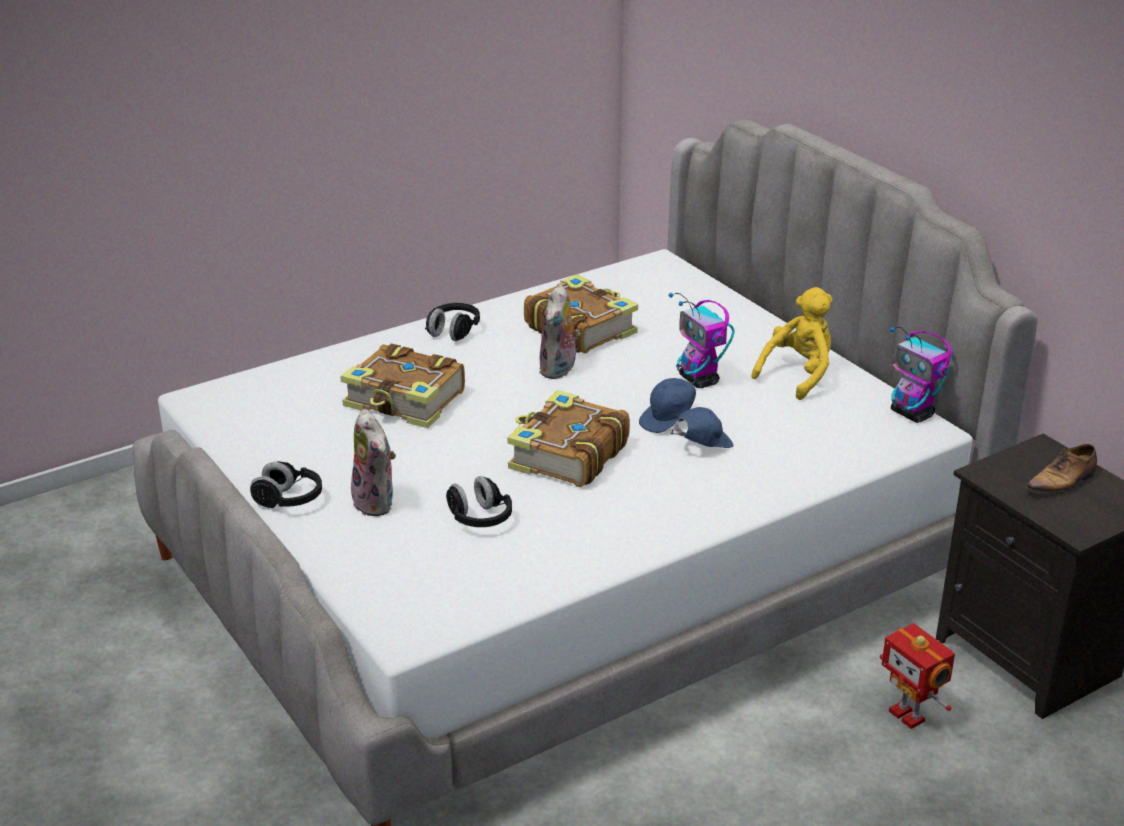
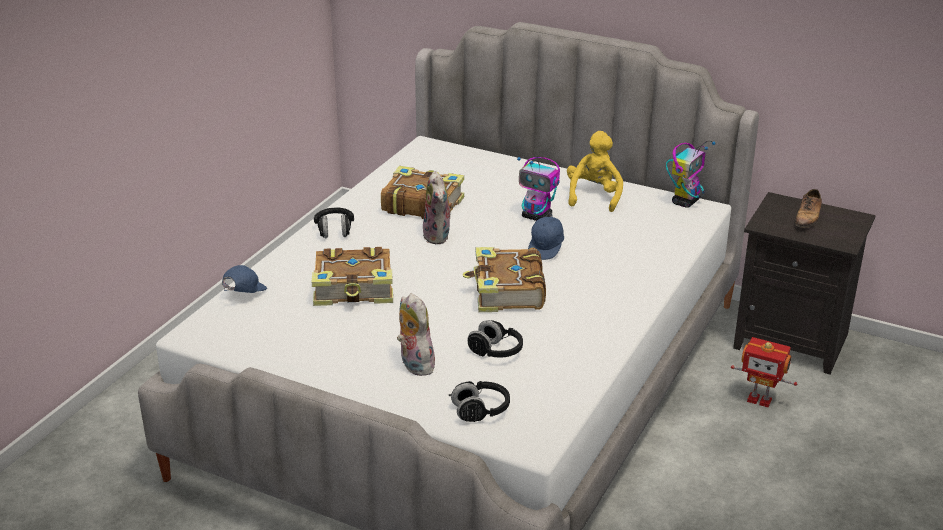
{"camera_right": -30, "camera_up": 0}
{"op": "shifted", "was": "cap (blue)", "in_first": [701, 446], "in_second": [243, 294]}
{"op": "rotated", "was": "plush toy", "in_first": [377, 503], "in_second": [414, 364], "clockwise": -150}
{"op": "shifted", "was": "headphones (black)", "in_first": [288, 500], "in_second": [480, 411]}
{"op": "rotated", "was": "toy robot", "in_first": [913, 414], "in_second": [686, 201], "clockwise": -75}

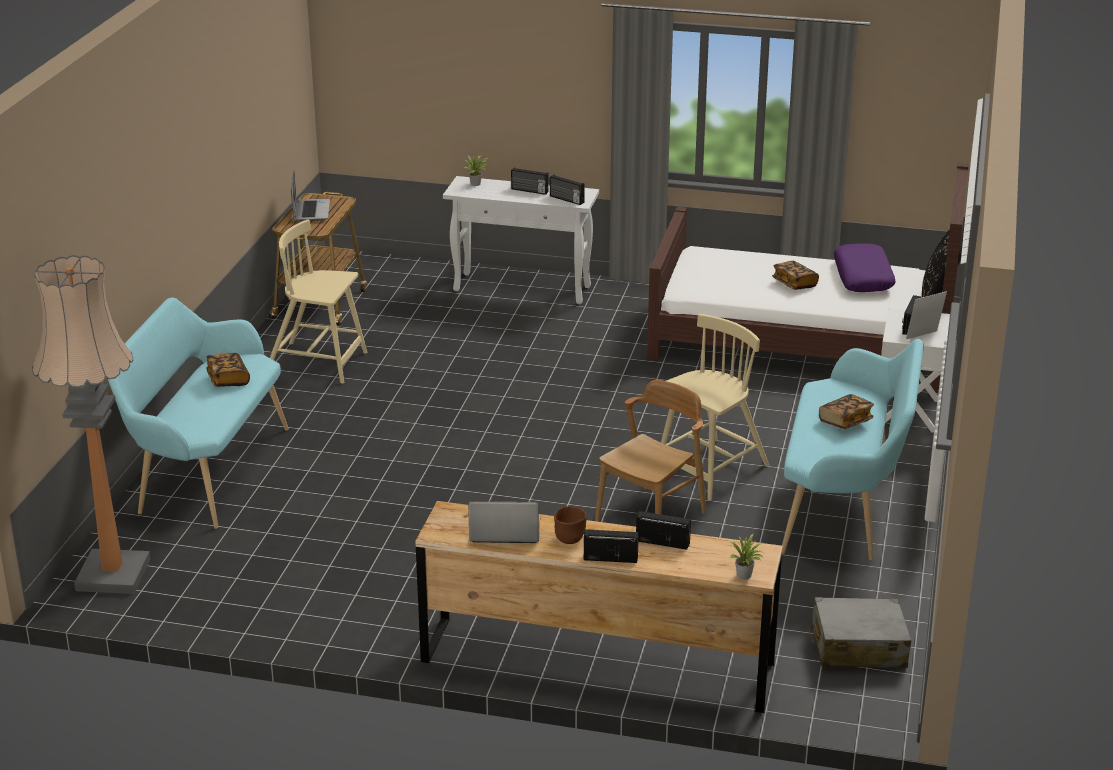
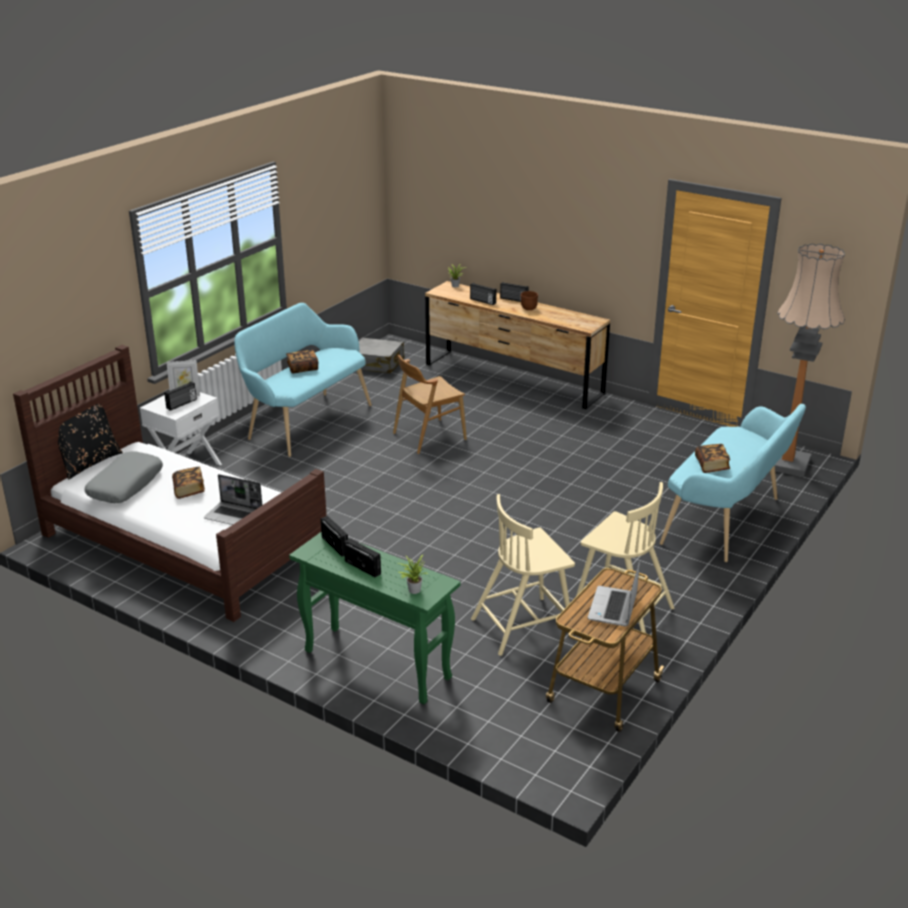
{"camera_right": -160, "camera_up": 0}
{"op": "repainted", "was": "pillow (purple)", "now": "pillow (grey)", "in_first": [863, 277], "in_second": [125, 485]}
{"op": "shifted", "was": "laptop", "in_first": [504, 531], "in_second": [234, 515]}
{"op": "repainted", "was": "console table (white)", "now": "console table (green)", "in_first": [523, 288], "in_second": [375, 664]}
{"op": "shifted", "was": "chair (beige)", "in_first": [710, 470], "in_second": [524, 625]}

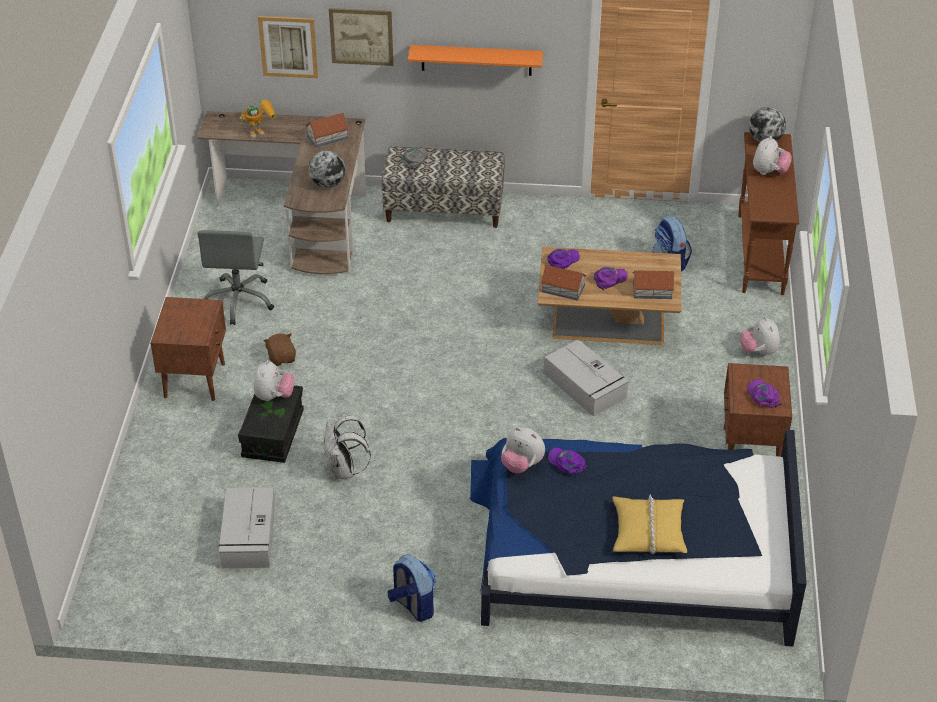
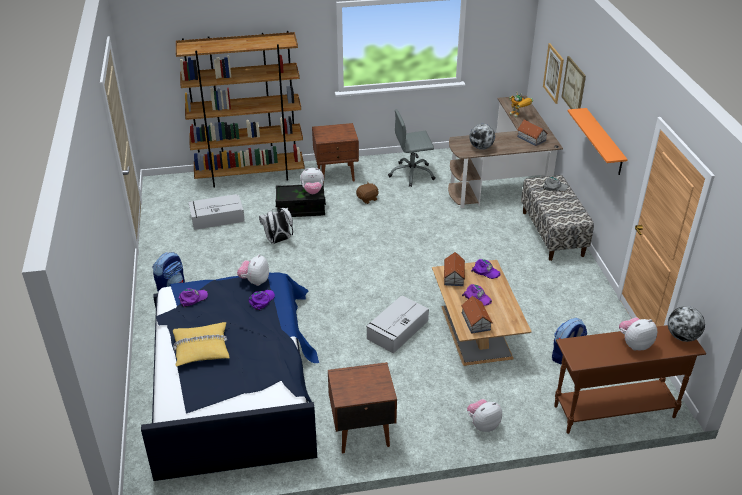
{"camera_right": 75, "camera_up": -5}
{"op": "new", "now": "bookcase (brown)", "in_second": [250, 175]}
{"op": "shifted", "was": "cap (purple)", "in_first": [763, 395], "in_second": [193, 298]}
{"op": "rotated", "was": "plush toy", "in_first": [769, 172], "in_second": [634, 344], "clockwise": 150}

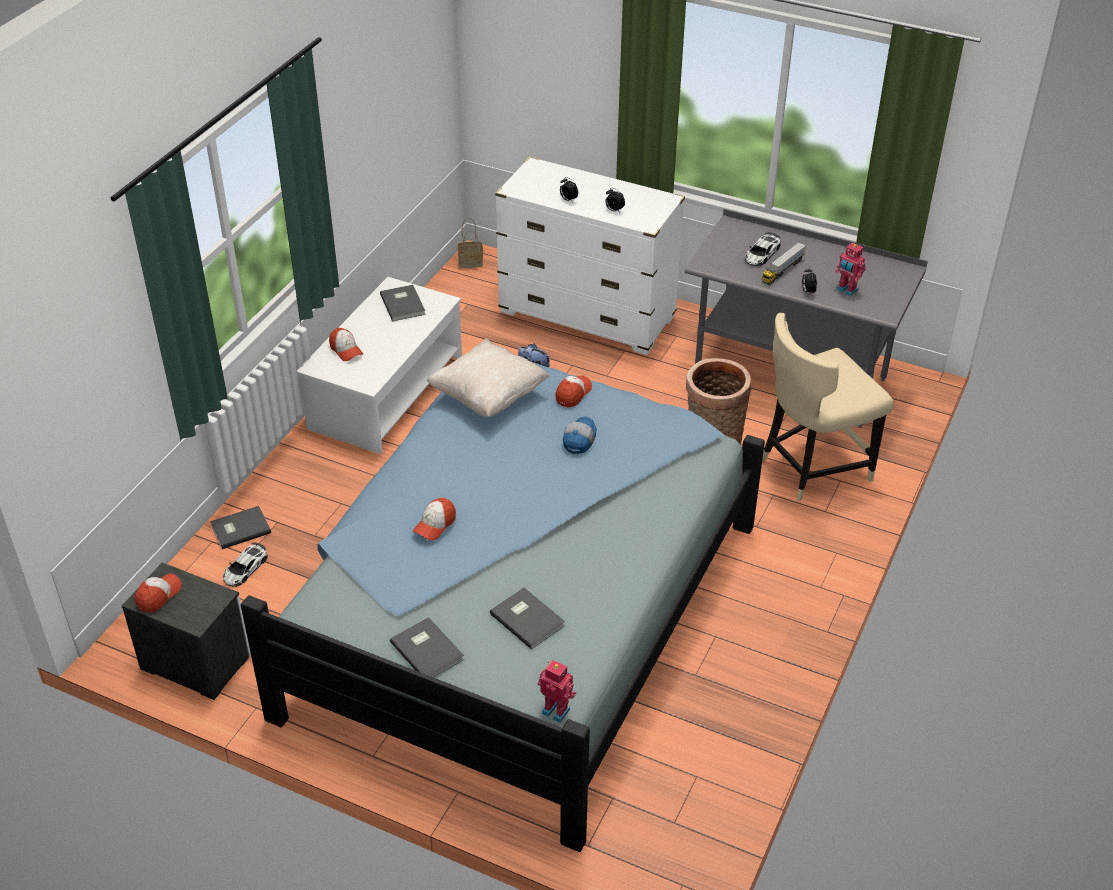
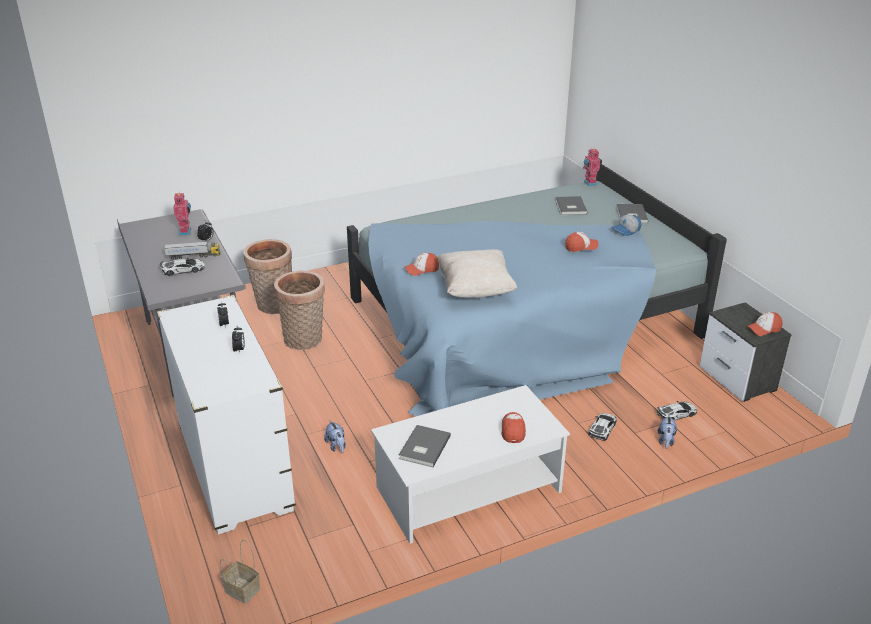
{"camera_right": -140, "camera_up": -10}
{"op": "swapped", "was": "chair (beige)", "now": "basket", "in_first": [811, 467], "in_second": [273, 306]}
{"op": "new", "now": "toy car", "in_second": [602, 429]}
{"op": "shifted", "was": "cap", "in_first": [578, 439], "in_second": [626, 231]}
{"op": "swapped", "was": "book (grey)", "now": "plush toy", "in_first": [239, 528], "in_second": [665, 441]}

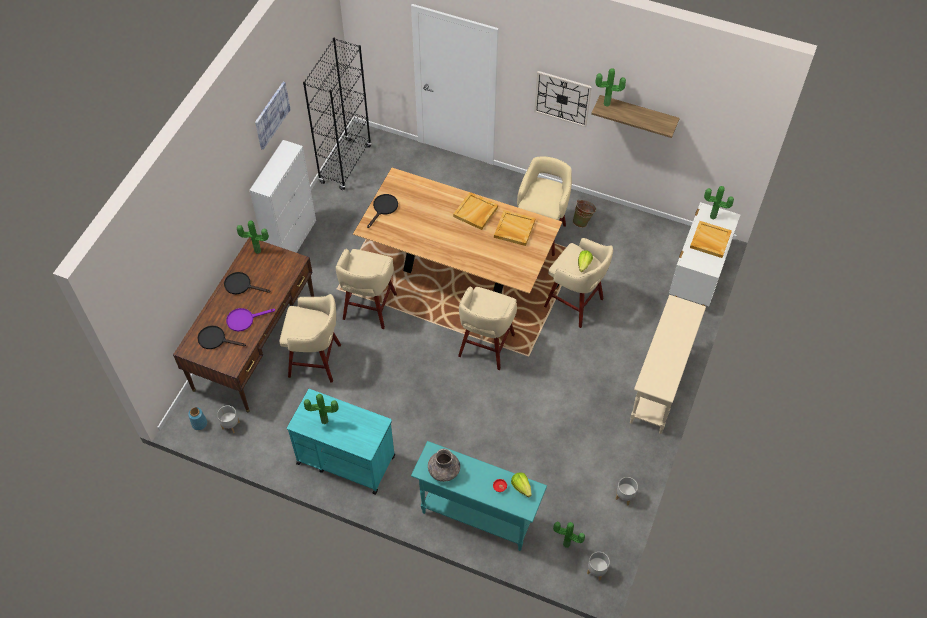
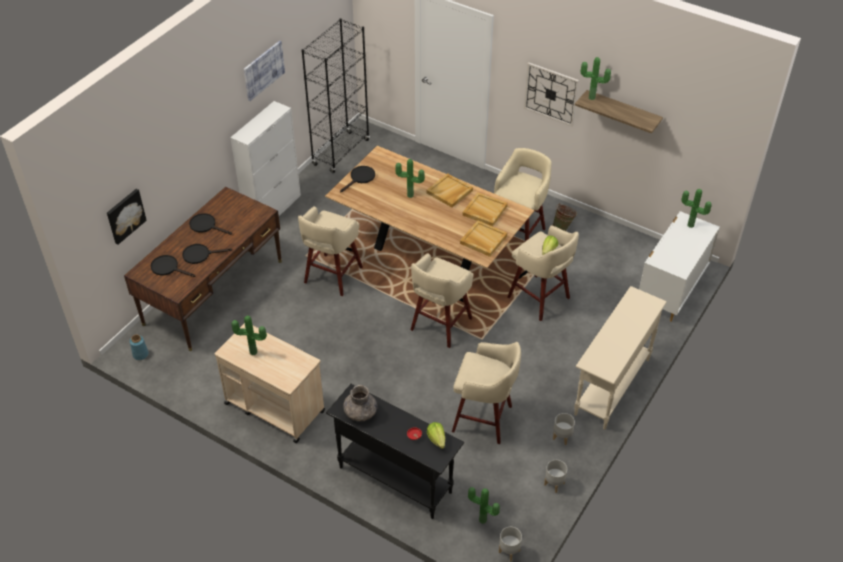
{"camera_right": 10, "camera_up": -10}
{"op": "new", "now": "picture", "in_second": [125, 215]}
{"op": "repainted", "was": "frying pan (purple)", "now": "frying pan (black)", "in_first": [244, 319], "in_second": [200, 254]}
{"op": "repainted", "was": "cart (turquoise)", "now": "cart (beige)", "in_first": [345, 459], "in_second": [274, 407]}
{"op": "repainted", "was": "console table (turquoise)", "now": "console table (black)", "in_first": [477, 516], "in_second": [395, 479]}
{"op": "shifted", "was": "potted plant", "in_first": [257, 252], "in_second": [410, 196]}
{"op": "shifted", "was": "stool (beige)", "in_first": [317, 361], "in_second": [484, 419]}
{"op": "shifted", "was": "tray (beige)", "in_first": [710, 240], "in_second": [483, 240]}
{"op": "shifted", "was": "planter (grey)", "in_first": [230, 425], "in_second": [561, 437]}

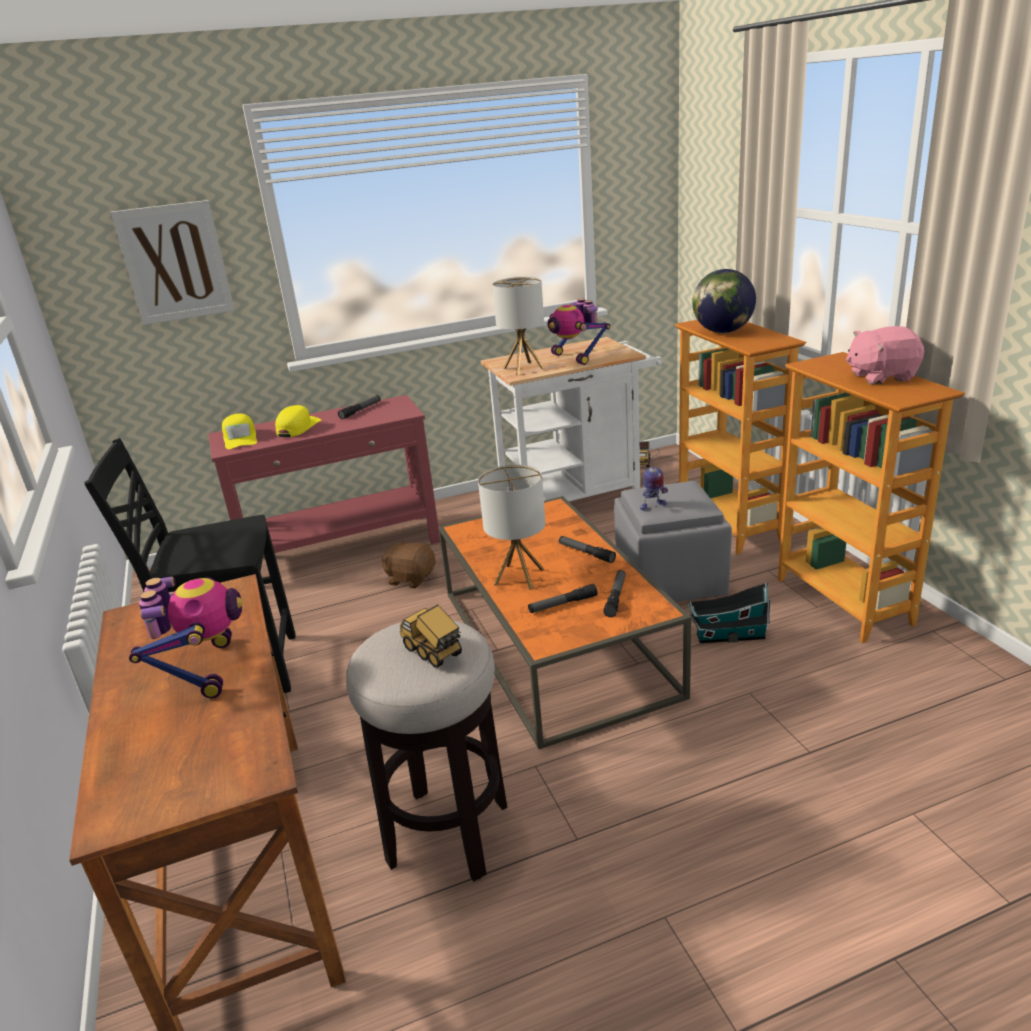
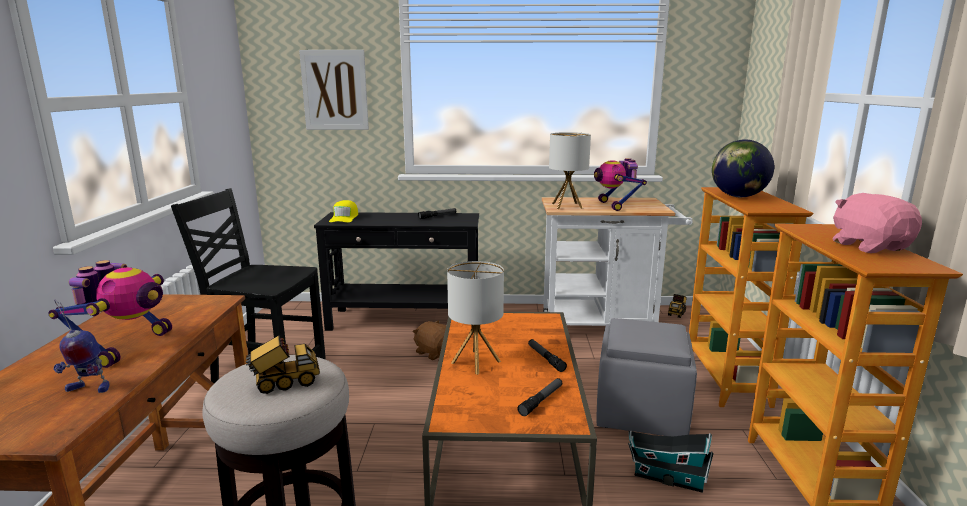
{"camera_right": 20, "camera_up": -10}
{"op": "shifted", "was": "toy robot", "in_first": [652, 506], "in_second": [87, 389]}
{"op": "rotated", "was": "toy truck", "in_first": [434, 652], "in_second": [285, 383], "clockwise": 90}
{"op": "repainted", "was": "console table (red)", "now": "console table (black)", "in_first": [343, 550], "in_second": [405, 321]}
{"op": "rotated", "was": "plush toy (pink)", "in_first": [881, 377], "in_second": [869, 246], "clockwise": 60}
{"op": "gone", "was": "cap (yellow)", "in_first": [298, 428]}
{"op": "gone", "was": "flashlight", "in_first": [563, 604]}

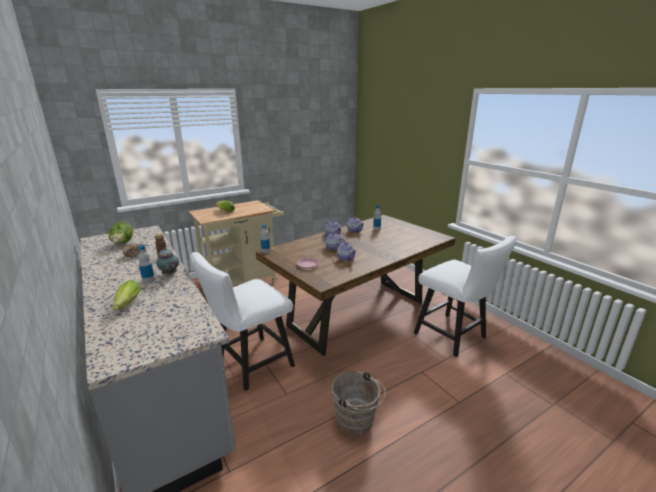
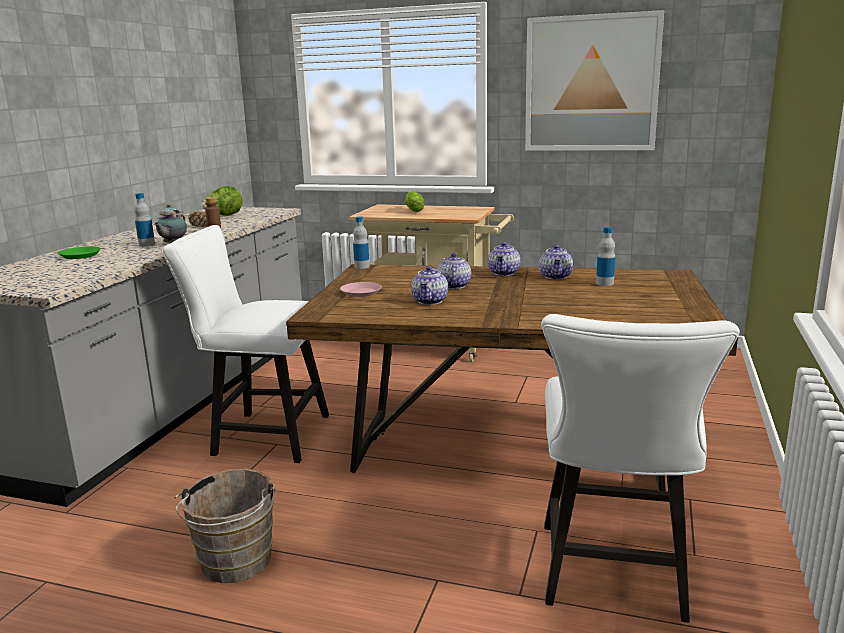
{"camera_right": 50, "camera_up": -5}
{"op": "swapped", "was": "lettuce", "now": "plate (green)", "in_first": [127, 305], "in_second": [80, 255]}
{"op": "new", "now": "picture", "in_second": [591, 84]}

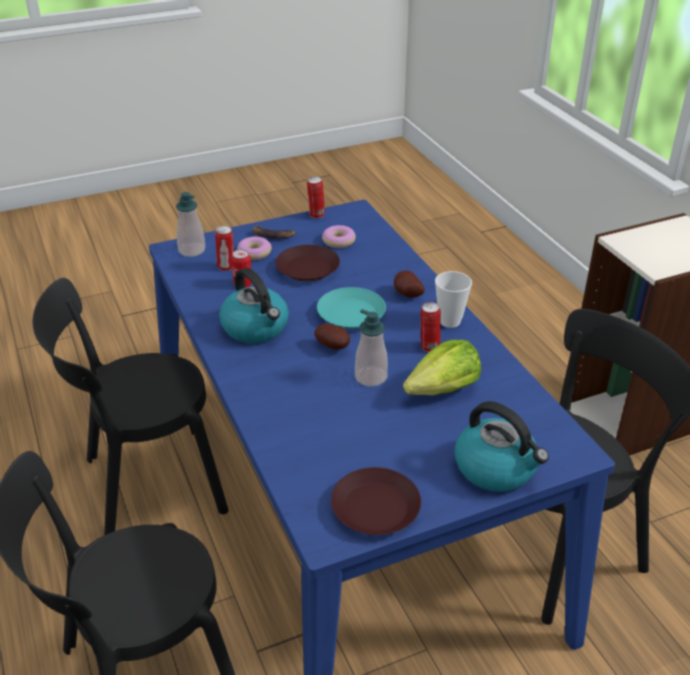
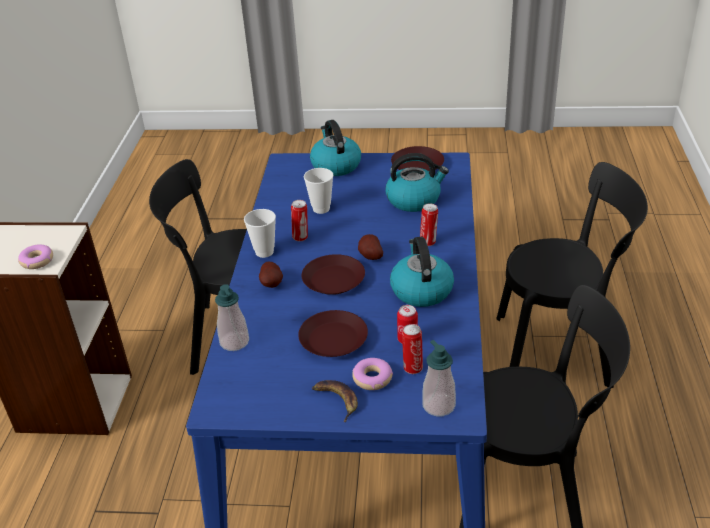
{"camera_right": -150, "camera_up": 0}
{"op": "shifted", "was": "donut", "in_first": [339, 241], "in_second": [37, 261]}
{"op": "shifted", "was": "soap dispenser", "in_first": [371, 377], "in_second": [234, 342]}
{"op": "repainted", "was": "plate (turquoise)", "now": "plate (brown)", "in_first": [352, 313], "in_second": [333, 280]}
{"op": "swapped", "was": "lettuce", "now": "cup", "in_first": [443, 390], "in_second": [321, 209]}
{"op": "new", "now": "kettle", "in_second": [414, 199]}
{"op": "shifted", "was": "can", "in_first": [316, 215], "in_second": [428, 242]}

